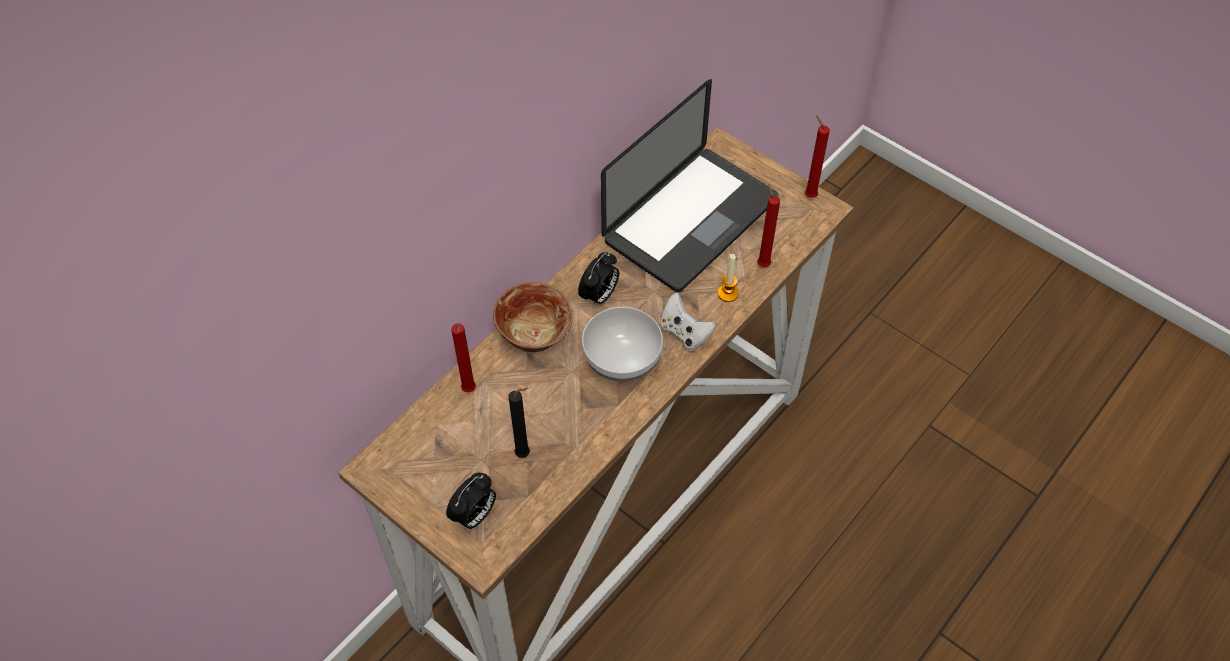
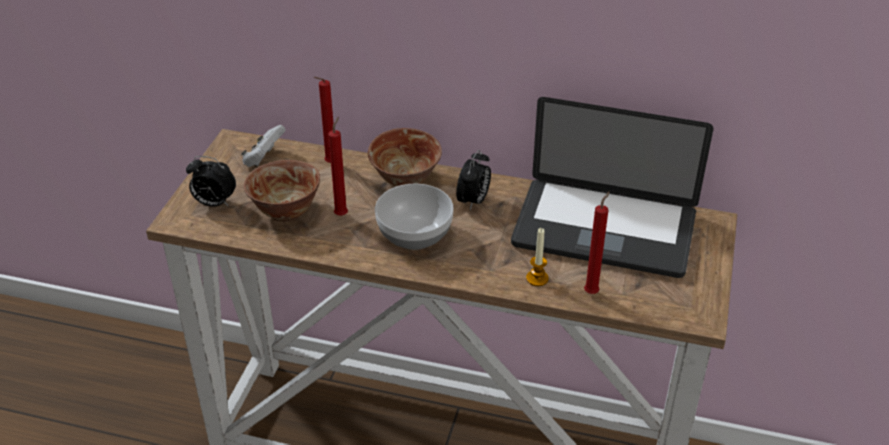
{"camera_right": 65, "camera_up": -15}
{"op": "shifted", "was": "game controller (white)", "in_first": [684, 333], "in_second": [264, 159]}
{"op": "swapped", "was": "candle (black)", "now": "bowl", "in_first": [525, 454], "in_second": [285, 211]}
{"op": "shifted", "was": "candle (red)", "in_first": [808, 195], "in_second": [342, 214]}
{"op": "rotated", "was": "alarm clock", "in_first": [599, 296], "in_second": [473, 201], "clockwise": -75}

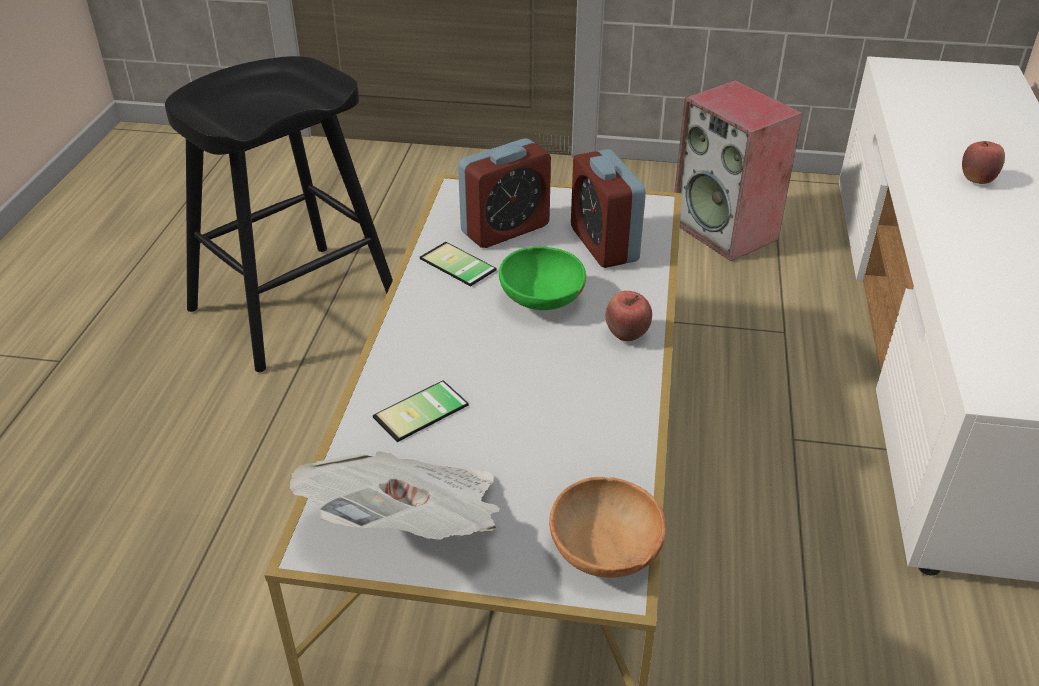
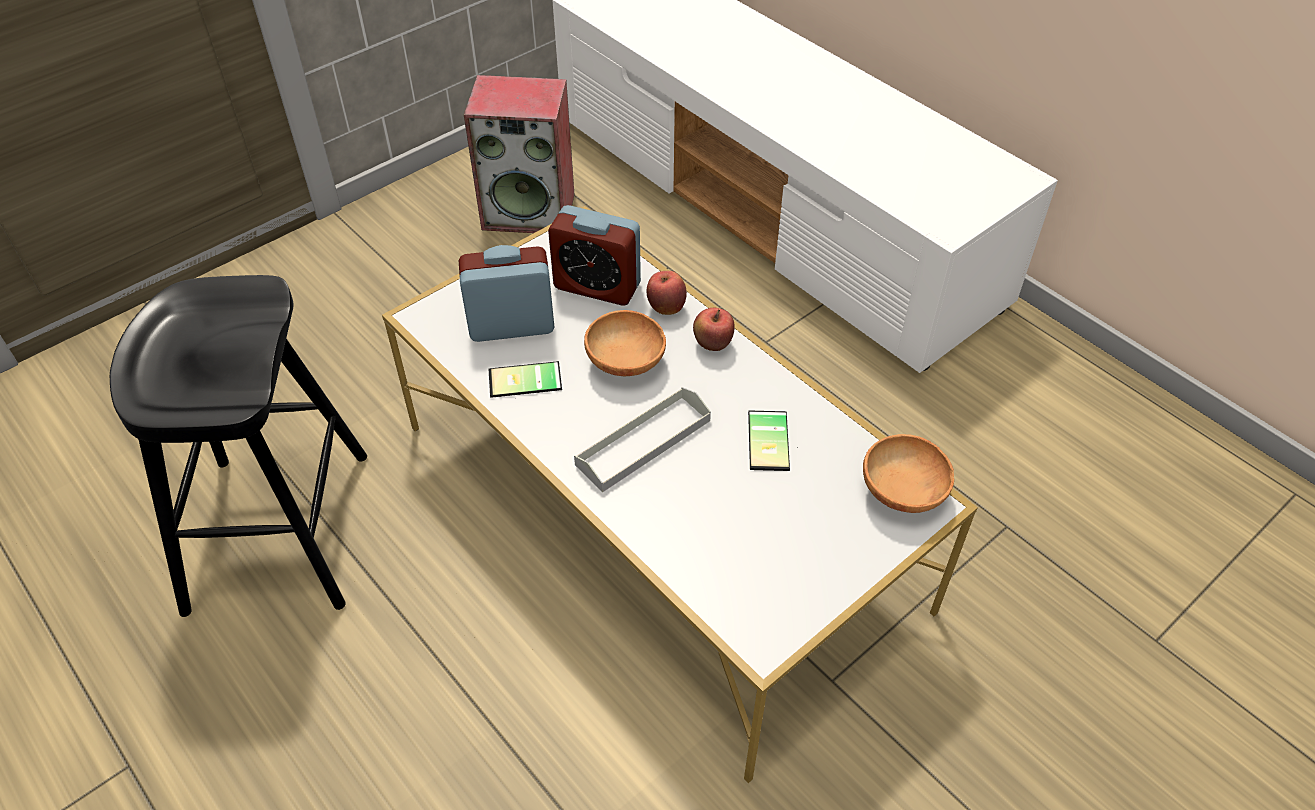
{"camera_right": -50, "camera_up": 10}
{"op": "rotated", "was": "alarm clock", "in_first": [505, 229], "in_second": [511, 325], "clockwise": -105}
{"op": "new", "now": "tray (grey)", "in_second": [643, 442]}
{"op": "repainted", "was": "bowl (green)", "now": "bowl (brown)", "in_first": [542, 302], "in_second": [627, 363]}
{"op": "shifted", "was": "apple", "in_first": [977, 180], "in_second": [666, 308]}
{"op": "shifted", "was": "phone", "in_first": [423, 414], "in_second": [772, 441]}
{"op": "gone", "was": "newspaper", "in_first": [411, 528]}

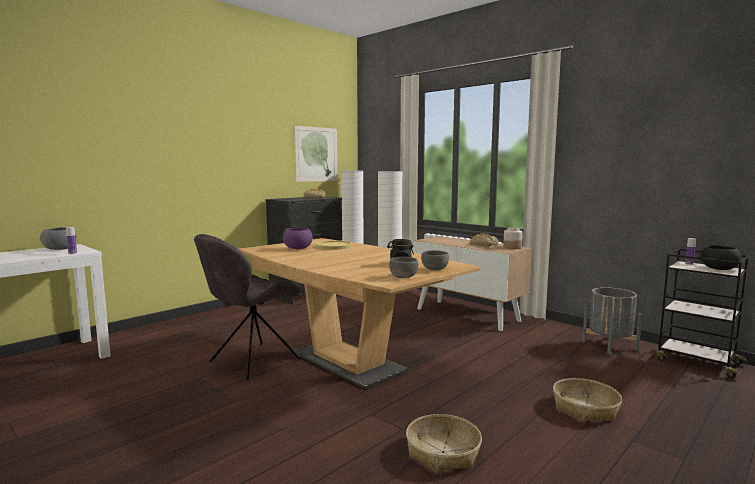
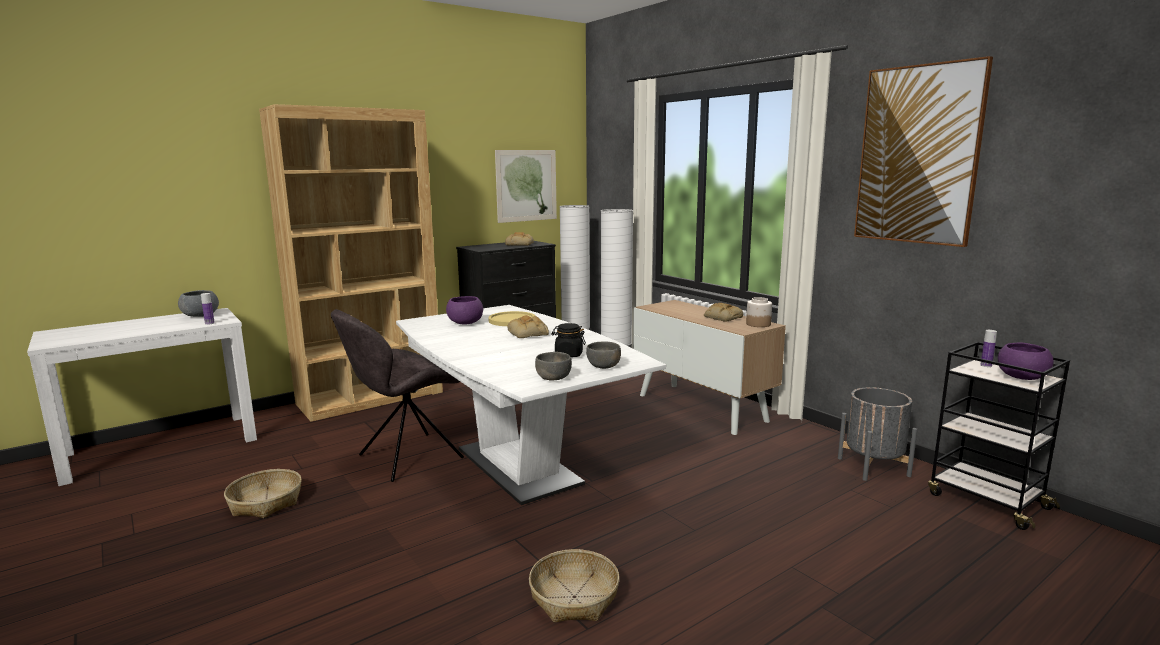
{"camera_right": 10, "camera_up": 5}
{"op": "shifted", "was": "basket", "in_first": [585, 408], "in_second": [265, 502]}
{"op": "new", "now": "bookcase (brown)", "in_second": [371, 398]}
{"op": "repainted", "was": "dining table (brown)", "now": "dining table (white)", "in_first": [348, 362], "in_second": [518, 466]}
{"op": "new", "now": "bread", "in_second": [529, 333]}
{"op": "new", "now": "picture", "in_second": [918, 155]}
{"op": "repainted", "was": "bowl (black)", "now": "bowl (purple)", "in_first": [718, 269], "in_second": [1021, 377]}

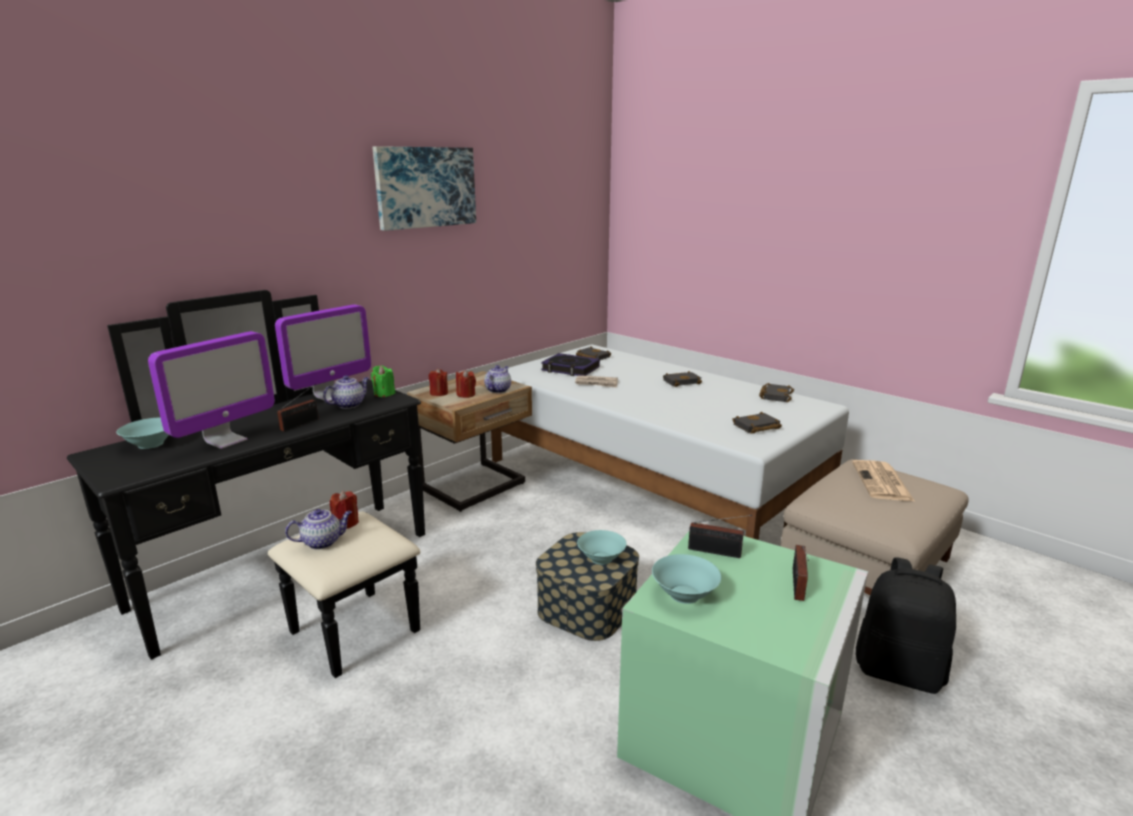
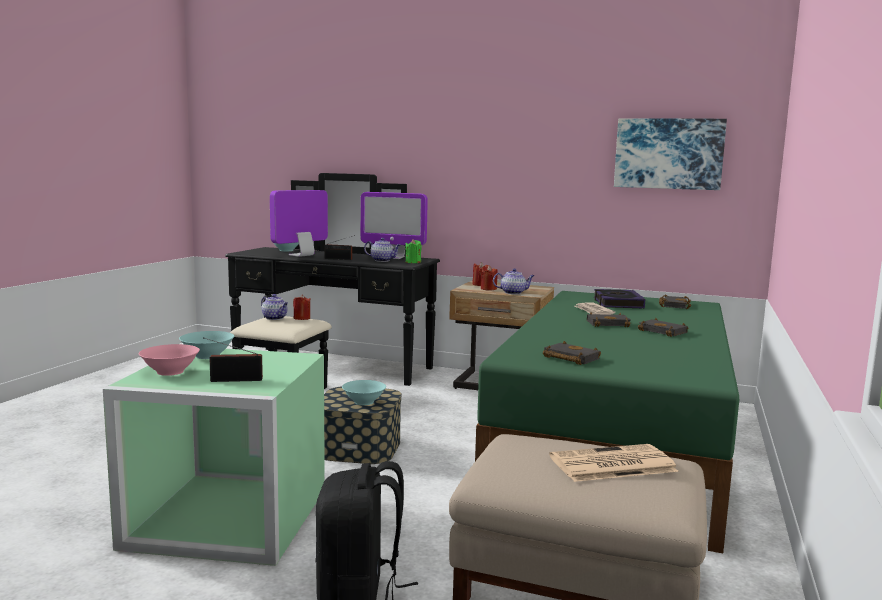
{"camera_right": 65, "camera_up": -10}
{"op": "new", "now": "bowl (pink)", "in_second": [169, 372]}
{"op": "rotated", "was": "monitor", "in_first": [226, 441], "in_second": [301, 255], "clockwise": 120}
{"op": "repainted", "was": "bed (white)", "now": "bed (green)", "in_first": [651, 481], "in_second": [617, 443]}
{"op": "shifted", "was": "book (black)", "in_first": [774, 395], "in_second": [608, 323]}
{"op": "shifted", "was": "picture", "in_first": [425, 187], "in_second": [668, 154]}
{"op": "gone", "was": "radio", "in_first": [717, 552]}

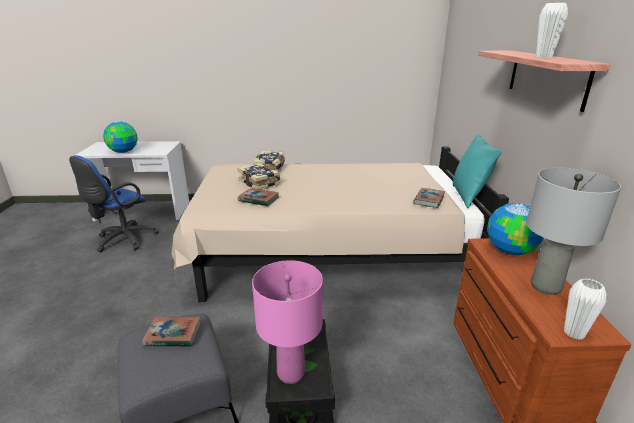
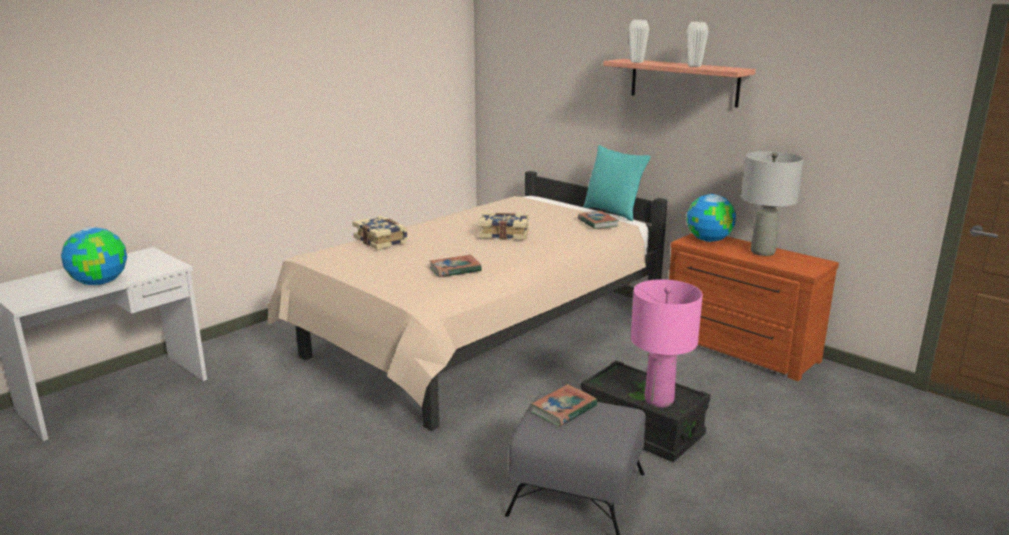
{"camera_right": -45, "camera_up": -5}
{"op": "shifted", "was": "book", "in_first": [260, 183], "in_second": [504, 234]}
{"op": "shifted", "was": "vase (white)", "in_first": [574, 333], "in_second": [637, 62]}
{"op": "gone", "was": "office chair (blue)", "in_first": [123, 240]}

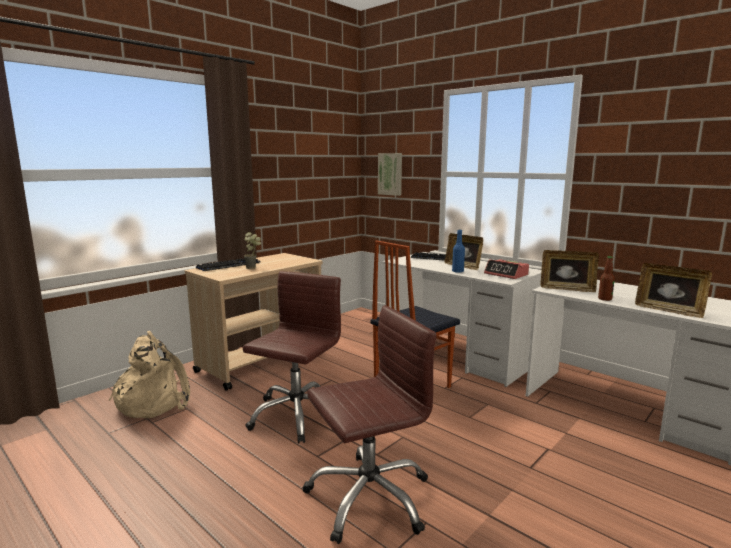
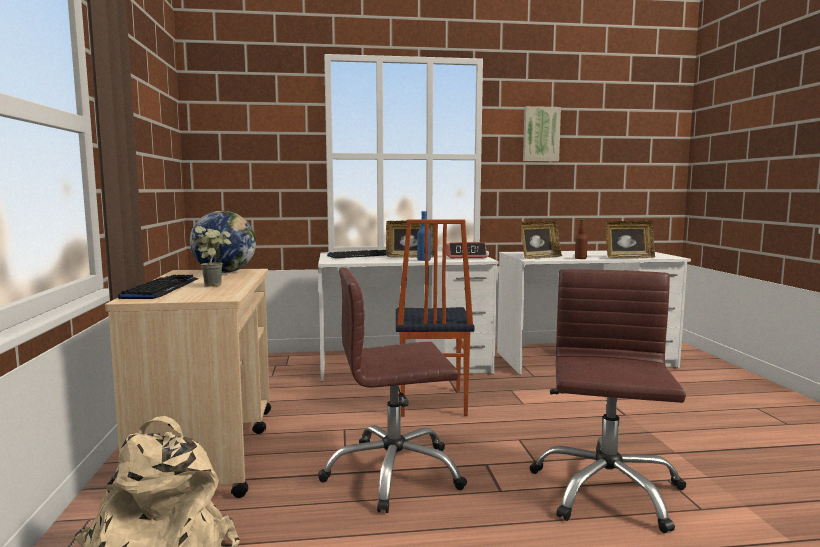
{"camera_right": -50, "camera_up": -5}
{"op": "new", "now": "globe", "in_second": [225, 272]}
{"op": "rotated", "was": "office chair (brown)", "in_first": [296, 415], "in_second": [393, 473], "clockwise": -75}
{"op": "shifted", "was": "picture", "in_first": [390, 174], "in_second": [540, 134]}

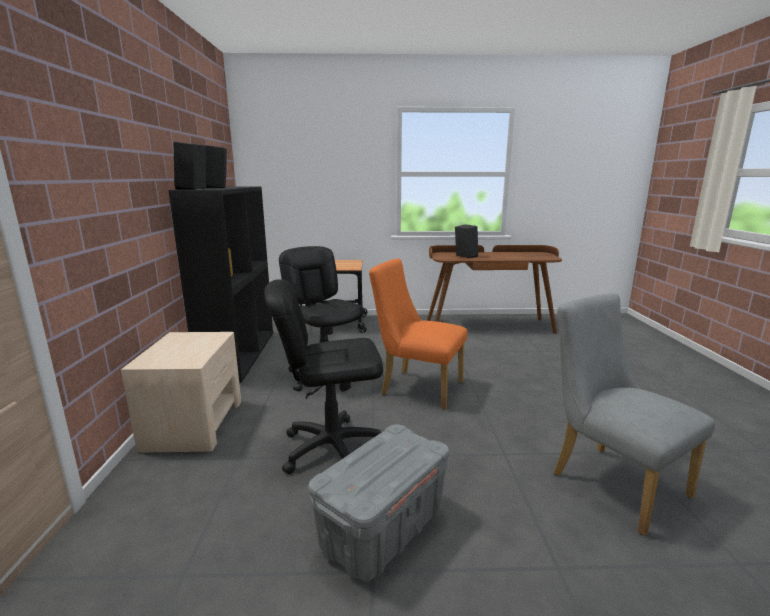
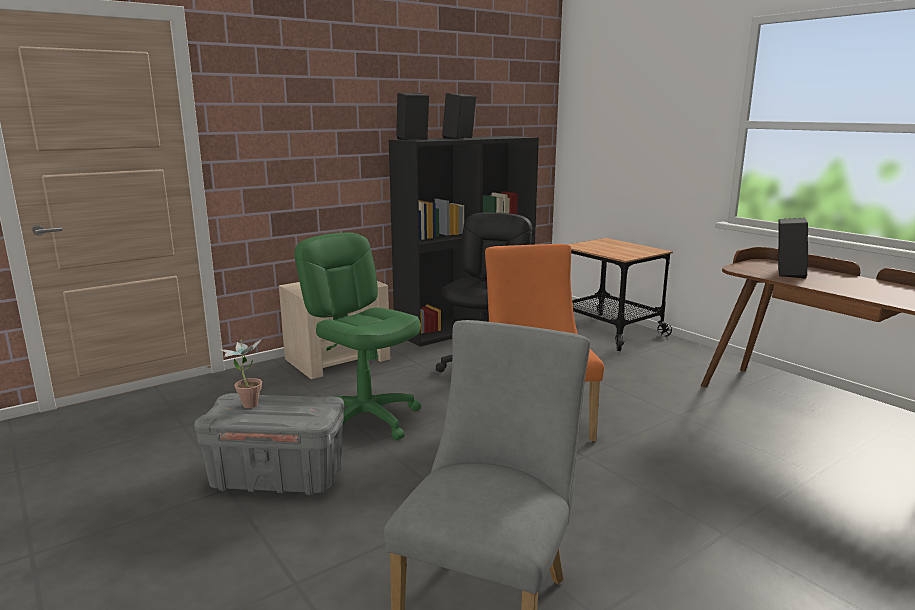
{"camera_right": 55, "camera_up": 0}
{"op": "new", "now": "potted plant", "in_second": [247, 403]}
{"op": "repainted", "was": "office chair (black)", "now": "office chair (green)", "in_first": [332, 448], "in_second": [365, 419]}

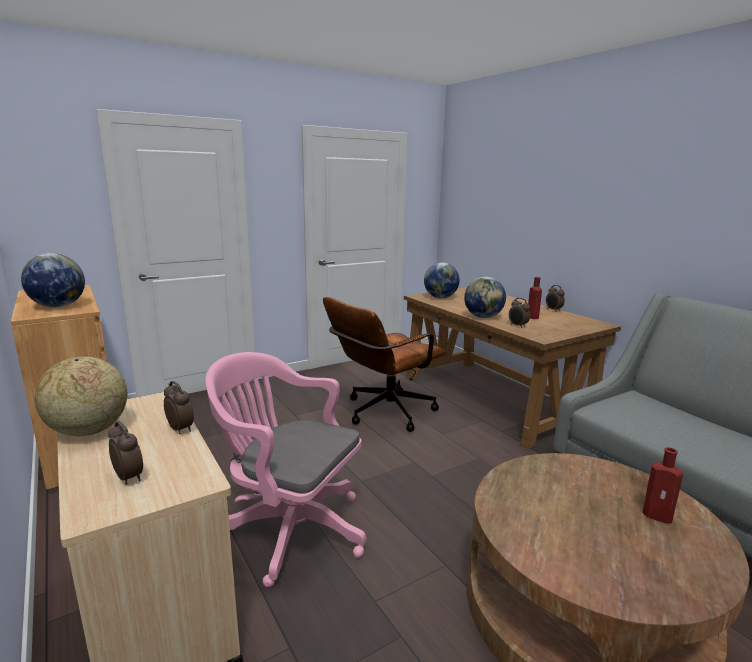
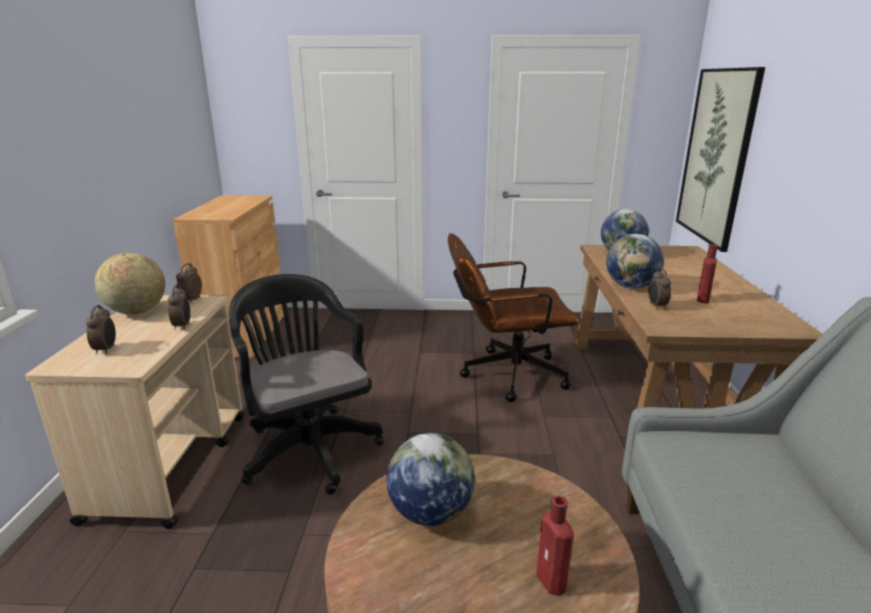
{"camera_right": 35, "camera_up": 5}
{"op": "shifted", "was": "alarm clock", "in_first": [553, 310], "in_second": [191, 300]}
{"op": "repainted", "was": "office chair (pink)", "now": "office chair (black)", "in_first": [289, 527], "in_second": [308, 447]}
{"op": "shifted", "was": "globe", "in_first": [58, 306], "in_second": [430, 513]}
{"op": "new", "now": "picture", "in_second": [716, 156]}

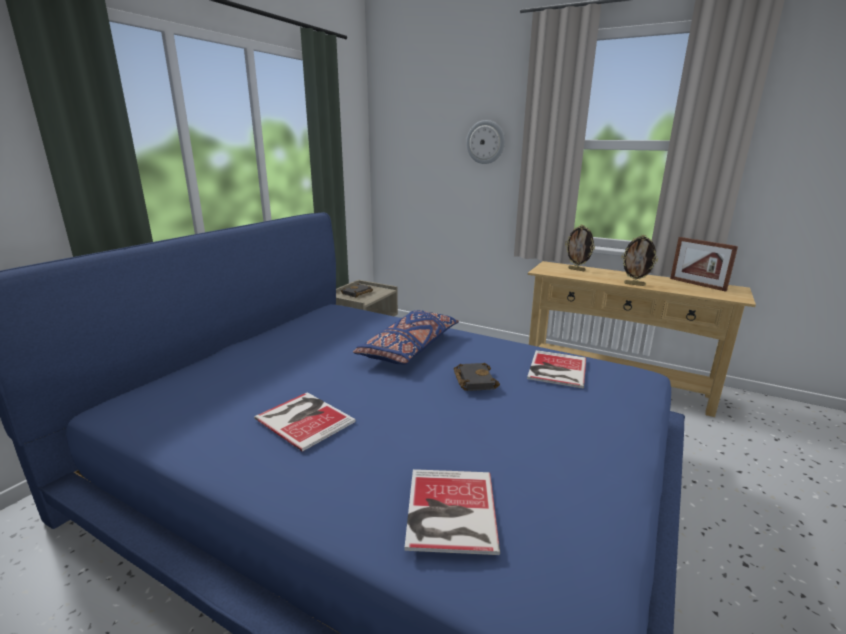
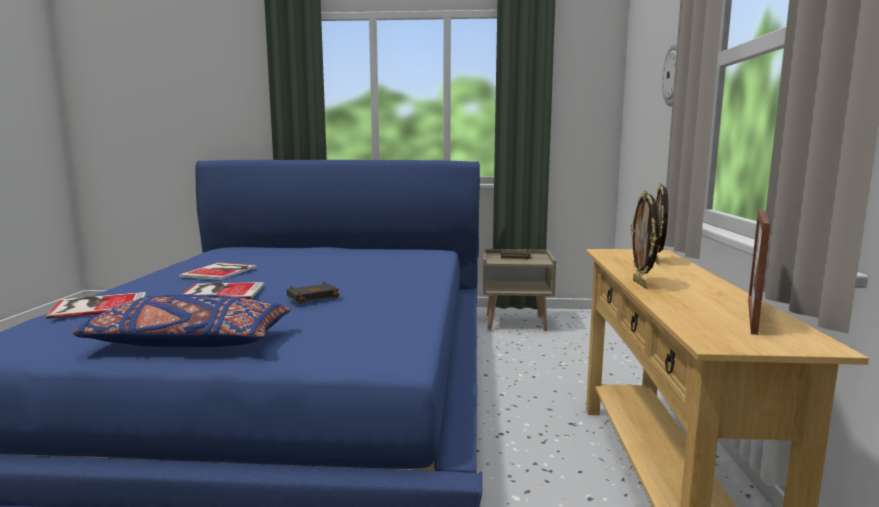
{"camera_right": 65, "camera_up": -10}
{"op": "shifted", "was": "pillow (blue)", "in_first": [409, 348], "in_second": [189, 342]}
{"op": "shifted", "was": "book", "in_first": [555, 369], "in_second": [220, 291]}

